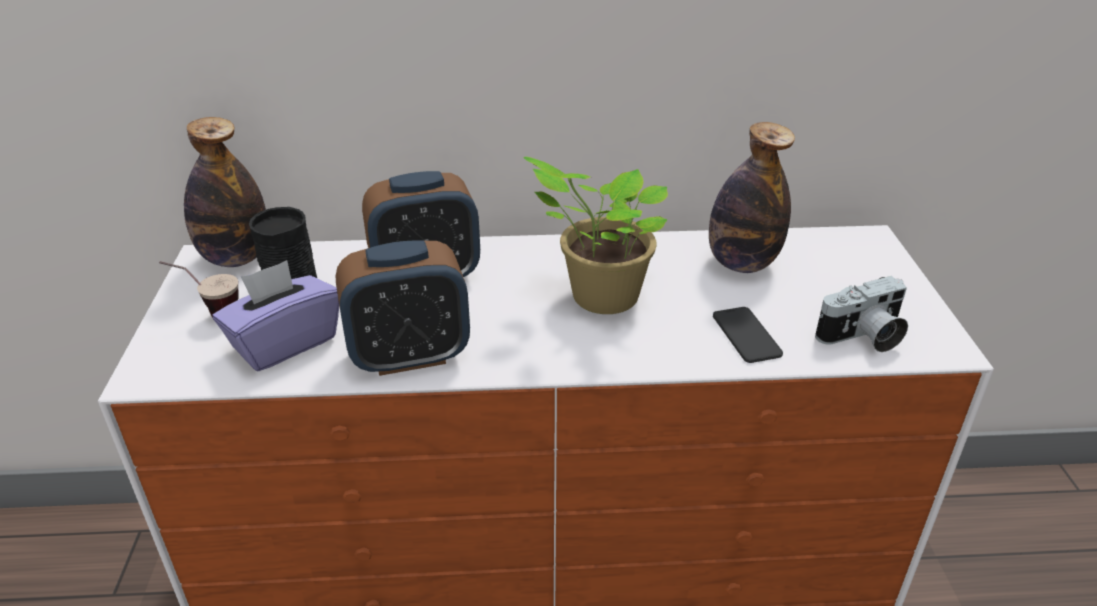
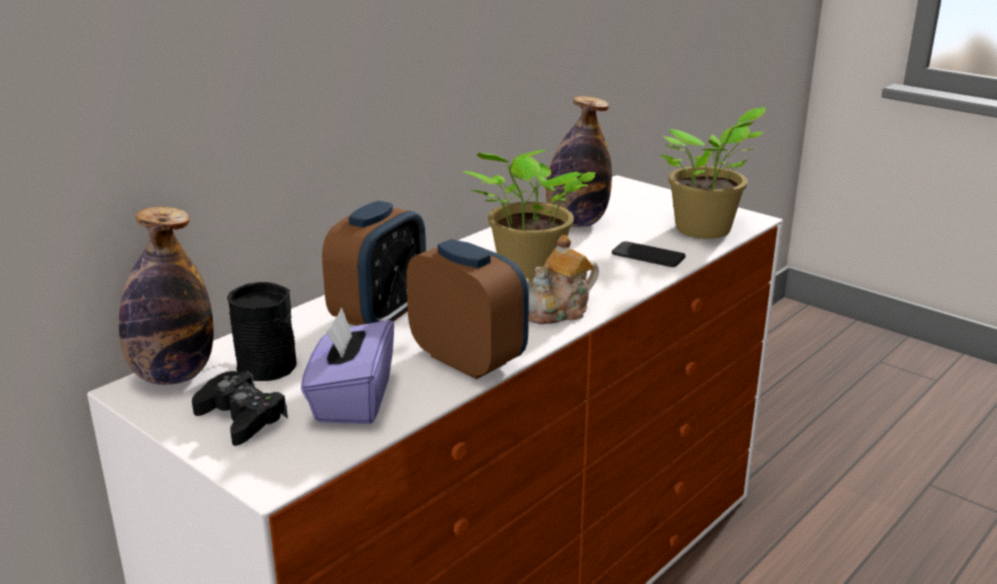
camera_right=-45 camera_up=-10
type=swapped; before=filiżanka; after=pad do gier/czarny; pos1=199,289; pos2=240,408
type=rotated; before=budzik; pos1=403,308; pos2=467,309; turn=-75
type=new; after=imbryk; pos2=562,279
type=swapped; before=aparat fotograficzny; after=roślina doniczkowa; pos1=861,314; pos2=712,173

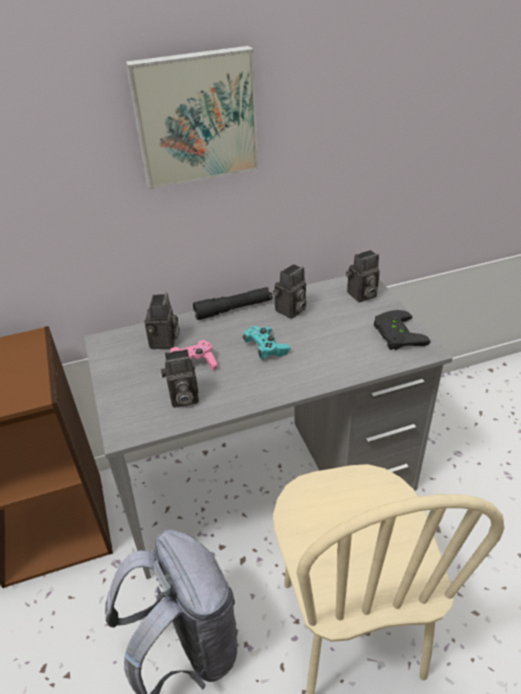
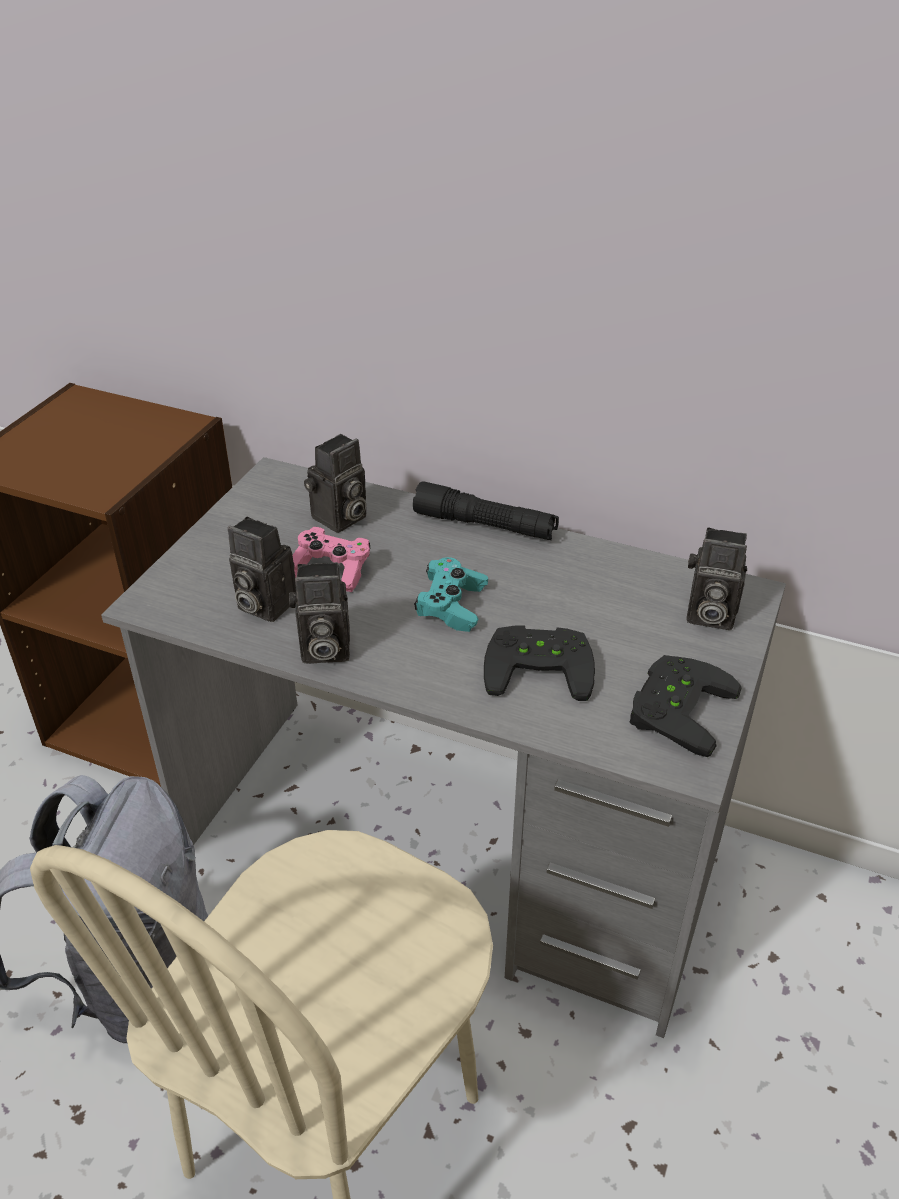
camera_right=40 camera_up=0
type=shifted; before=aparat fotograficzny; pos1=290,291; pos2=319,613
type=new; after=pad do gier/czarny; pos2=539,663
type=gone; before=obraz; pos1=192,117

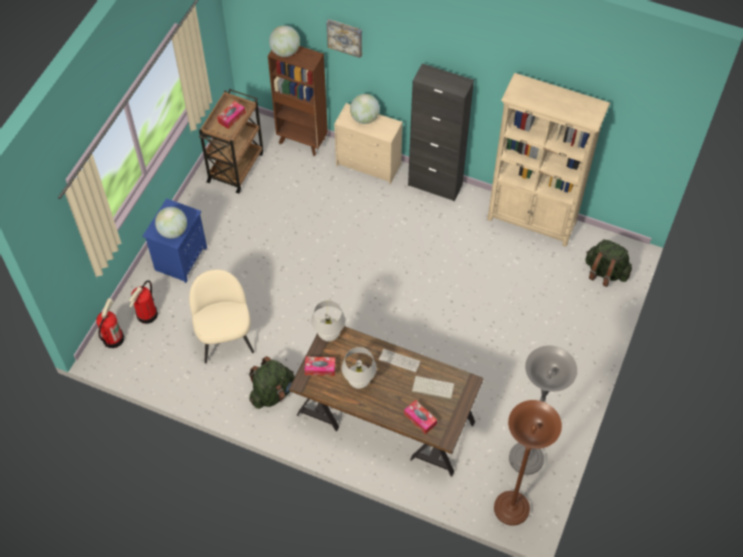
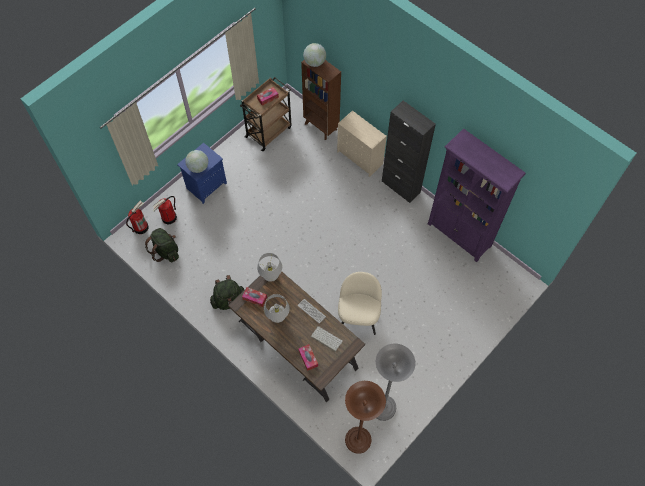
camera_right=20 camera_up=5
type=shifted; before=plecak/zielony; pos1=608,263; pos2=162,245
type=shifted; before=krzesło/beżowy; pos1=221,316; pos2=360,303
type=repainted; before=regał/beżowy; after=regał/fioletowy; pos1=548,160; pos2=477,195
type=gone; before=obraz; pos1=344,38
type=gone; before=globus; pos1=365,109

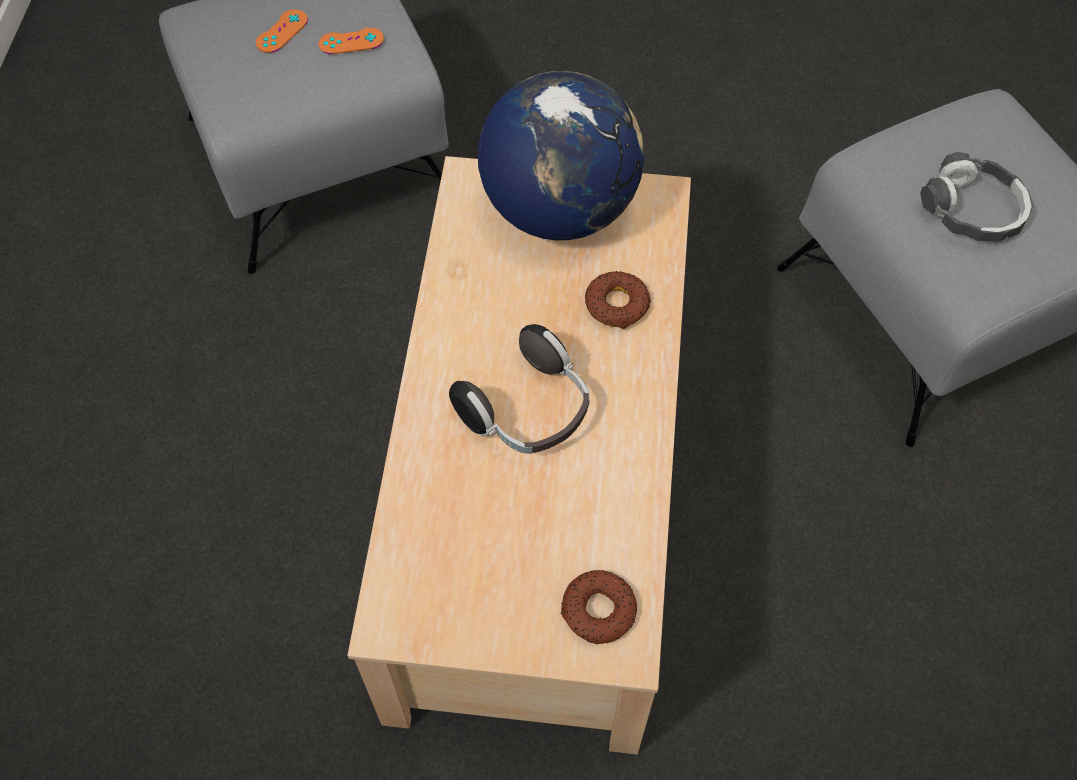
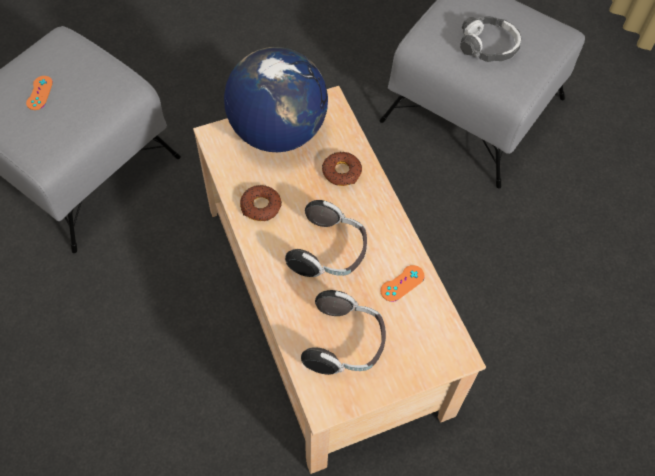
camera_right=-30 camera_up=0
type=shifted; before=donut; pos1=599,607; pos2=261,203
type=new; after=słuchawki; pos2=343,332
type=shifted; before=pad do gier/pomarańczowy; pos1=351,41; pos2=402,283

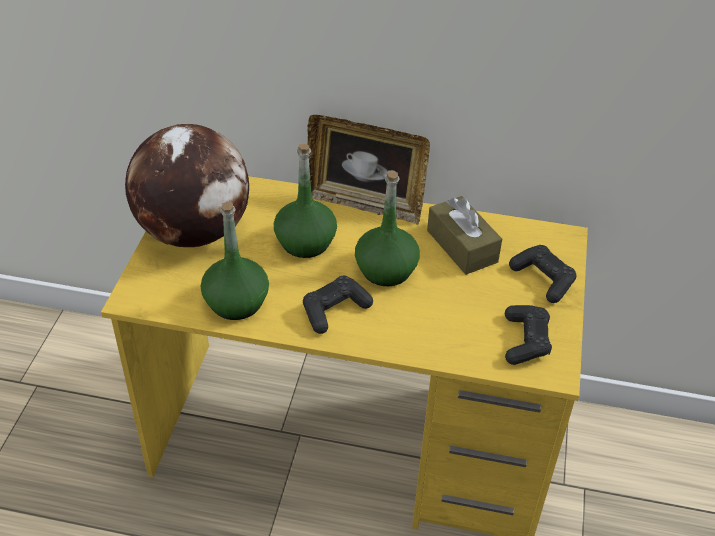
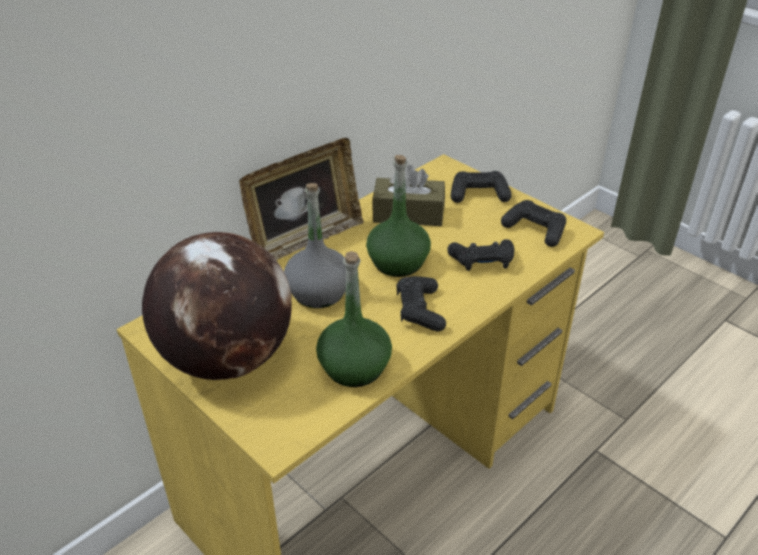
camera_right=-55 camera_up=-5
type=repainted; before=butelka/zielony; after=butelka/szary; pos1=305,201; pos2=315,245
type=new; after=pad do gier/czarny; pos2=480,255

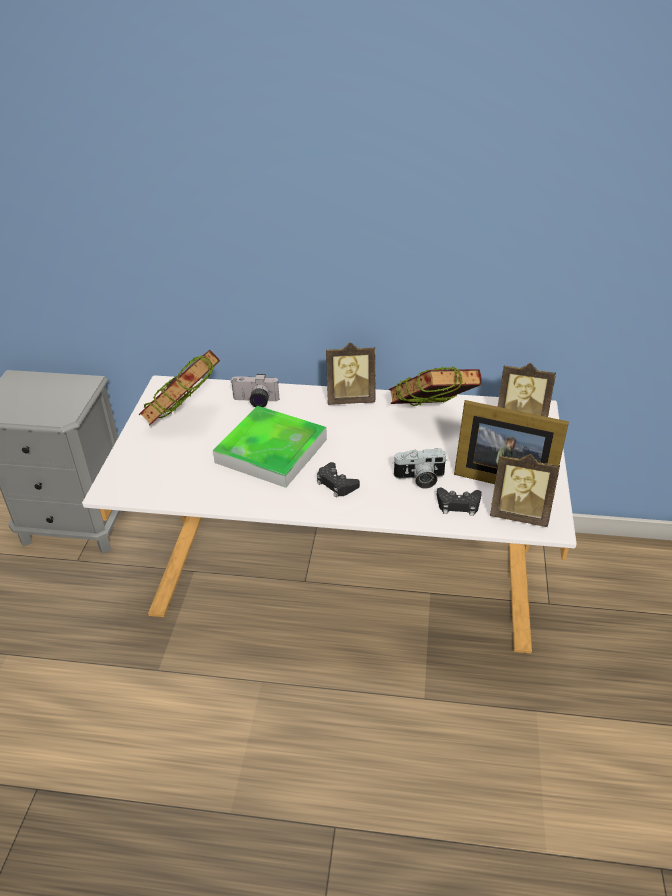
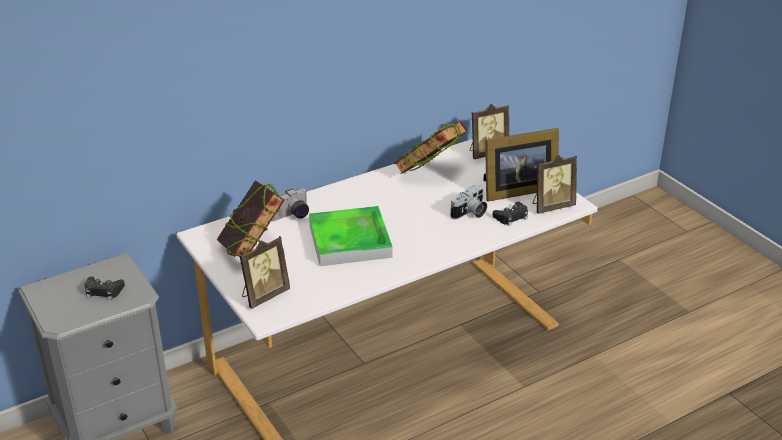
camera_right=-40 camera_up=-5
type=shifted; before=pad do gier/czarny; pos1=338,480; pos2=104,288
type=shifted; before=ramka na zdjęcie; pos1=351,373; pos2=264,272

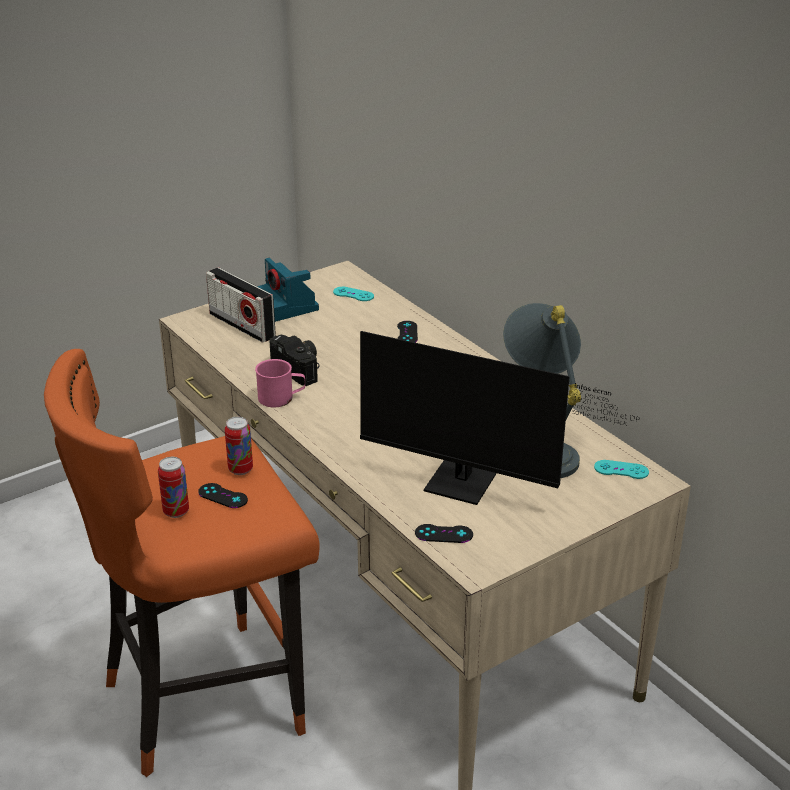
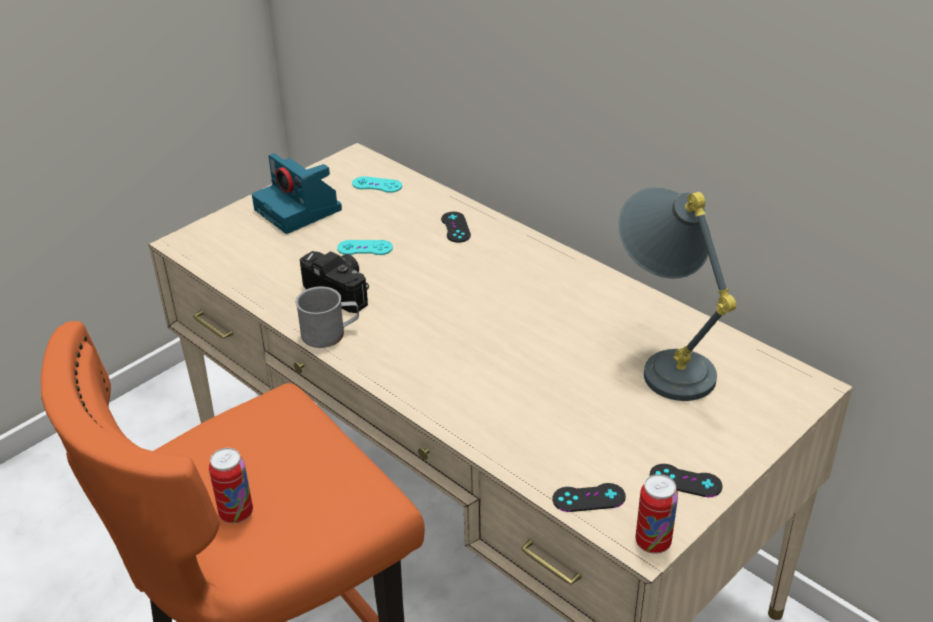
camera_right=-10 camera_up=5
type=repainted; before=kubek/różowy; after=kubek/szary; pos1=280,383; pos2=327,317
type=shifted; before=pad do gier/turkusowy; pos1=621,469; pos2=365,247
type=shifted; before=puszka; pos1=239,446; pos2=656,514
type=shifted; before=pad do gier/czarny; pos1=223,495; pos2=686,480
type=gone; before=radio; pos1=241,305
type=gone; before=monitor; pos1=500,418

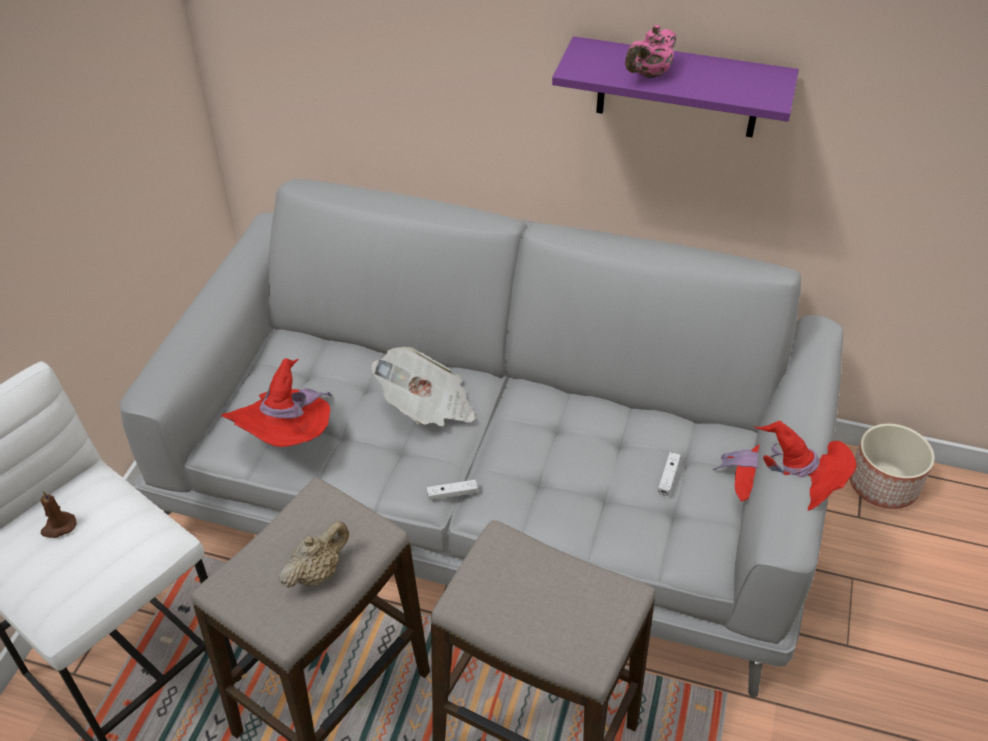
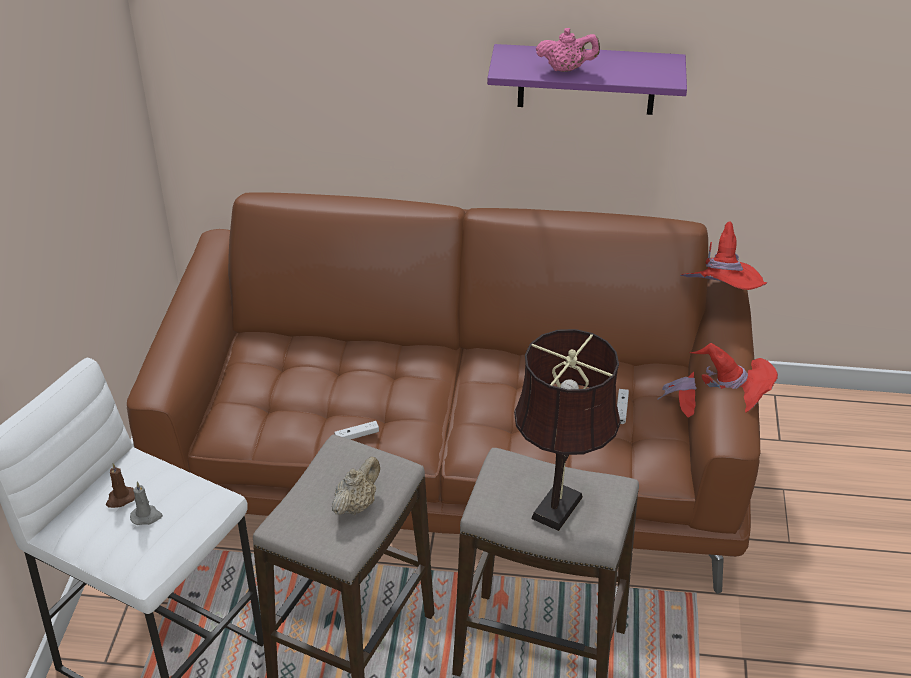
camera_right=-10 camera_up=-5
type=repainted; before=kanapa/szary; after=kanapa/brązowy; pos1=481,438; pos2=443,393
type=new; after=świeca/szary; pos2=146,503
type=shifted; before=pad do gier/biały; pos1=452,490; pos2=357,430
type=new; after=lampa stołowa/brązowy; pos2=567,430
type=rotated; before=imbryk/różowy; pos1=650,51; pos2=568,50; turn=-120
type=shifted; before=kapelusz/czerwony; pos1=276,402; pos2=723,255
type=gone; before=gazeta; pos1=423,386
type=gone; before=donica; pos1=892,466

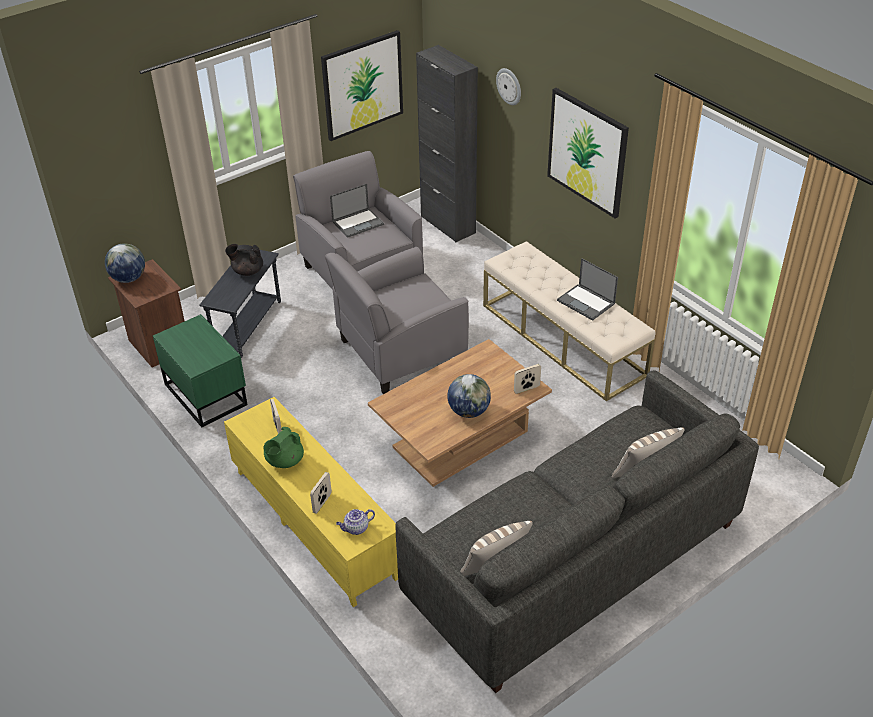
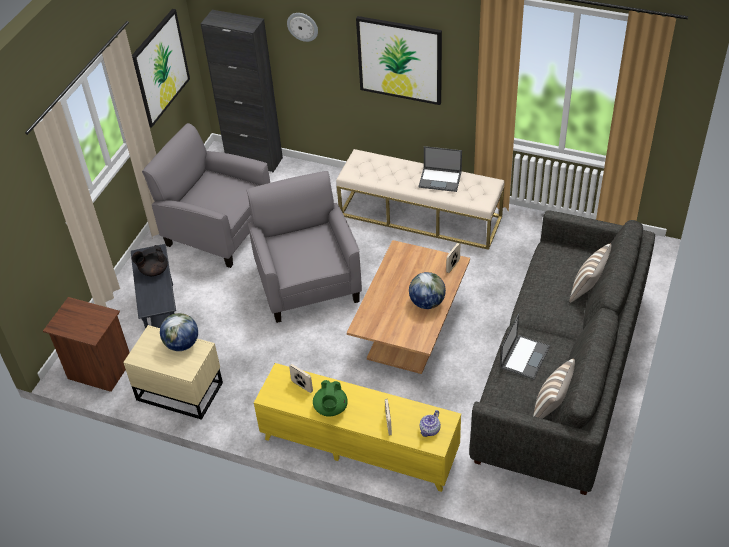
camera_right=-30 camera_up=5
type=repainted; before=szafka nocna/zielony; after=szafka nocna/beżowy; pos1=200,370; pos2=173,372
type=shifted; before=globus; pos1=125,263; pos2=179,332
type=rotated; before=fotel/szary; pos1=397,320; pos2=304,247; turn=135
type=shifted; before=laptop; pos1=357,211; pos2=525,347

